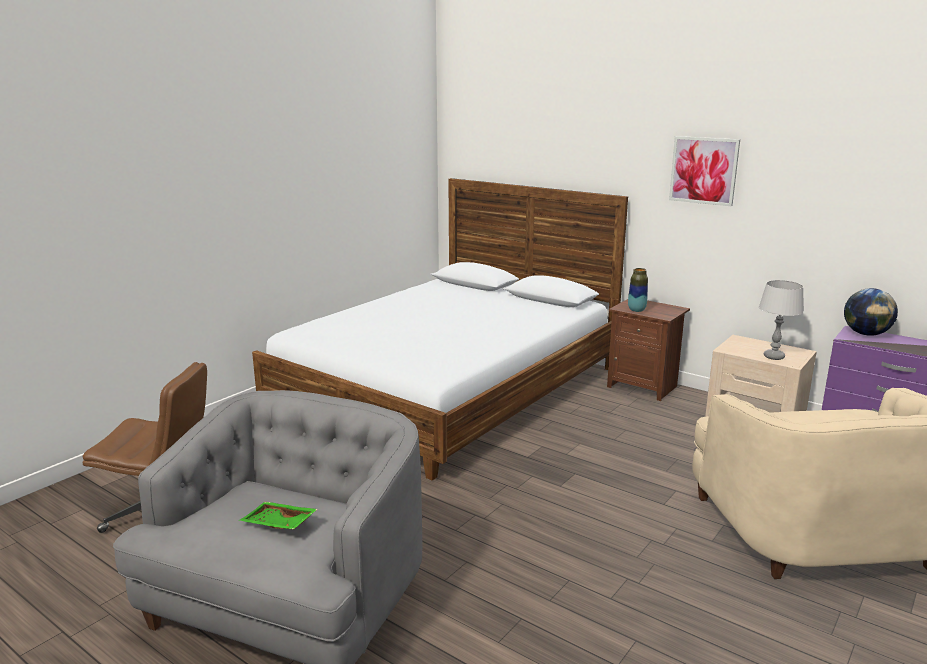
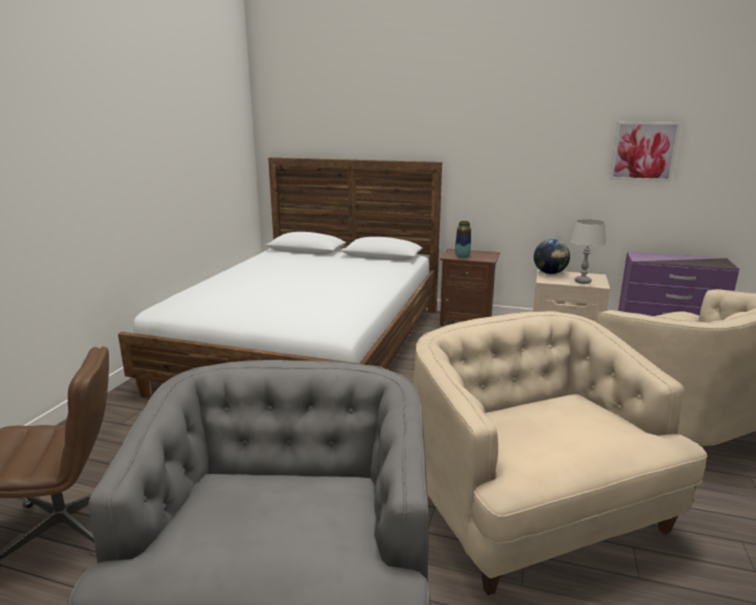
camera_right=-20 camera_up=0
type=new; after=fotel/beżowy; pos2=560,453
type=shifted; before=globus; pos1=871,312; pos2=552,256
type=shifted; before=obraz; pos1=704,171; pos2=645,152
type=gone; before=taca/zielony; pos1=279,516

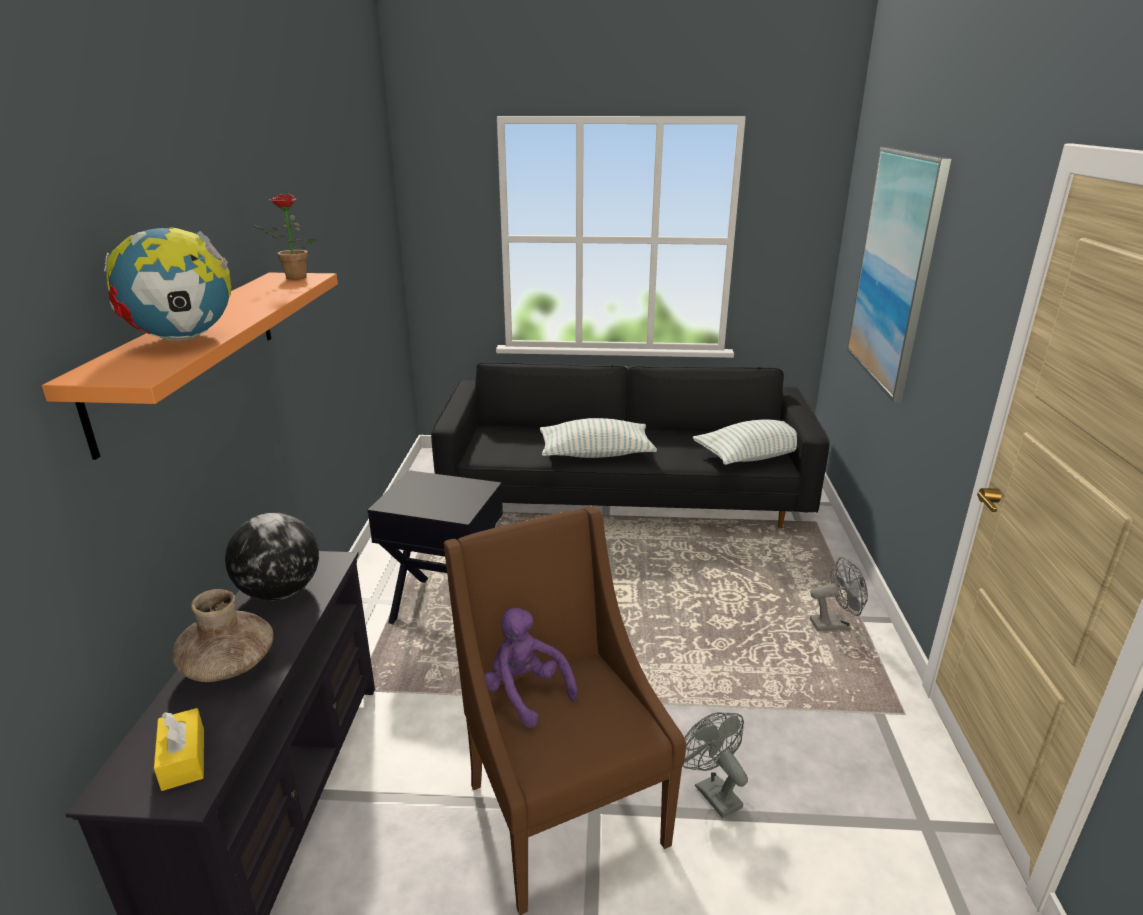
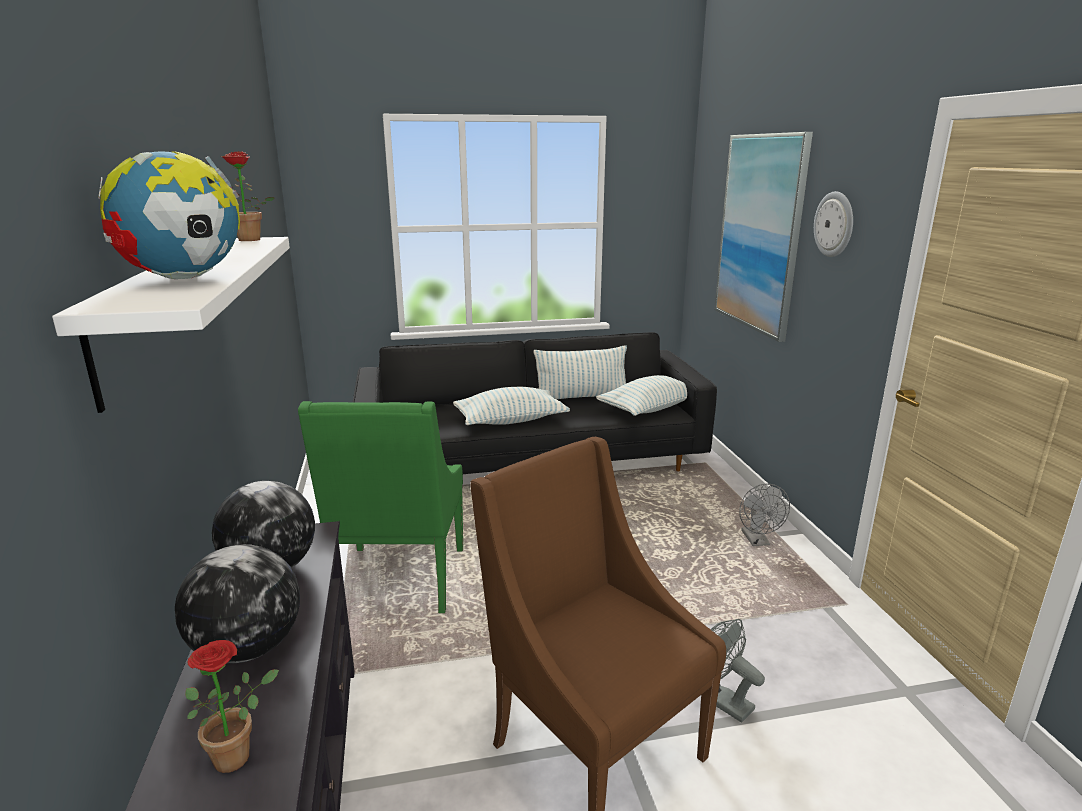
camera_right=-15 camera_up=-5
type=repainted; before=półka/pomarańczowy; after=półka/biały; pos1=190,366; pos2=171,325
type=swapped; before=wazon/brązowy; after=globus; pos1=223,635; pos2=237,604
type=swapped; before=pudełko chusteczek/żółty; after=roślina doniczkowa; pos1=179,749; pos2=232,706
type=swapped; before=stolik/czarny; after=fotel/zielony; pos1=435,547; pos2=380,507
type=new; after=poduszka; pos2=580,372
type=rotated; before=wentylator/szary; pos1=839,594; pos2=764,515; turn=105
type=new; after=zegar ścienny; pos2=833,224
type=gone; before=pluszak/fioletowy; pos1=531,668

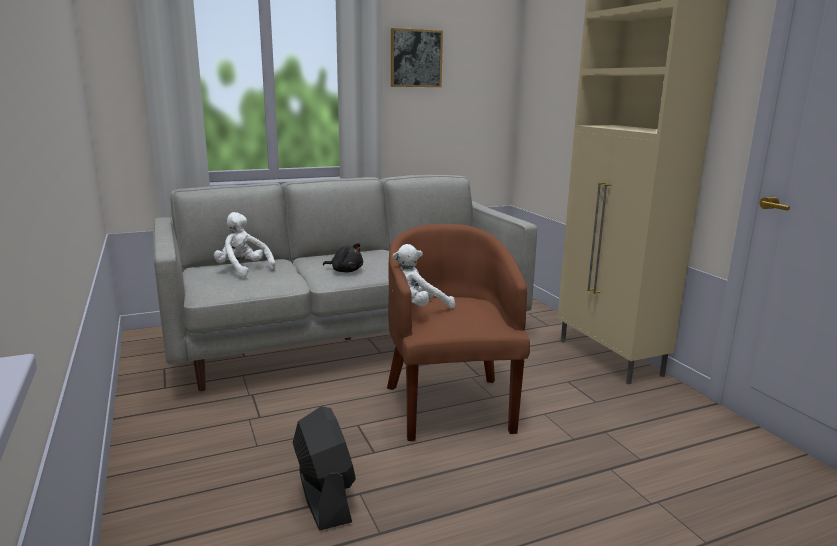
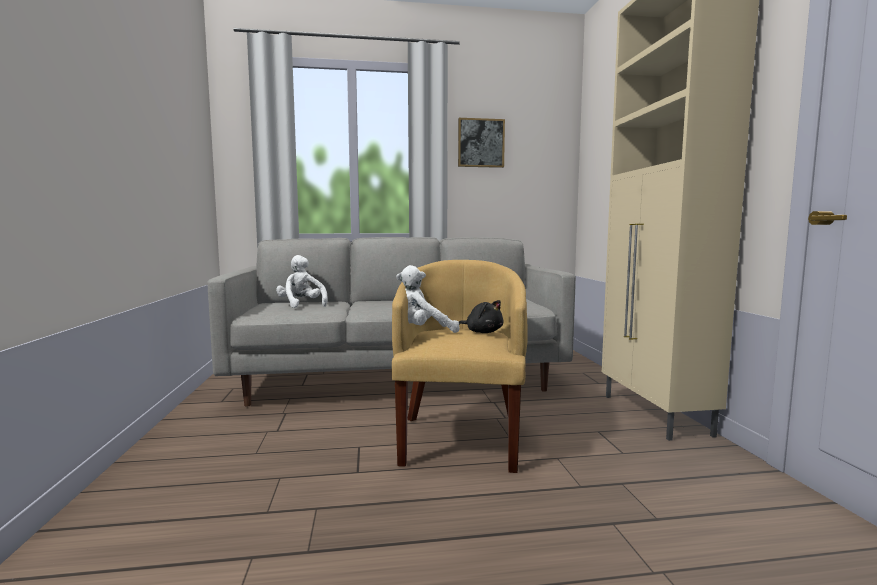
camera_right=15 camera_up=-10
type=repainted; before=fotel/brązowy; after=fotel/żółty; pos1=458,332; pos2=460,366
type=shifted; before=pluszak/czarny; pos1=343,257; pos2=481,316
type=gone; before=wentylator/czarny; pos1=324,468

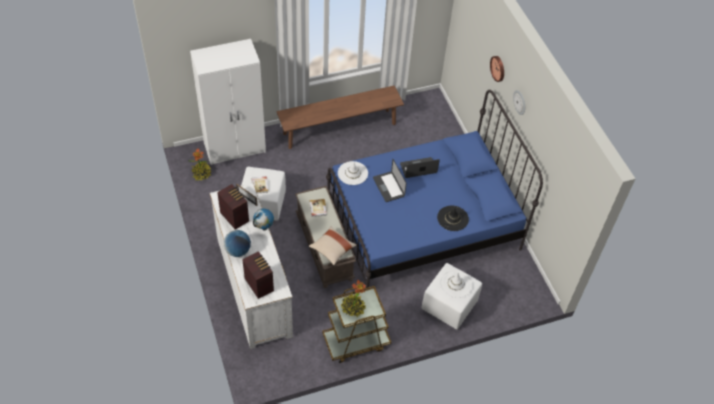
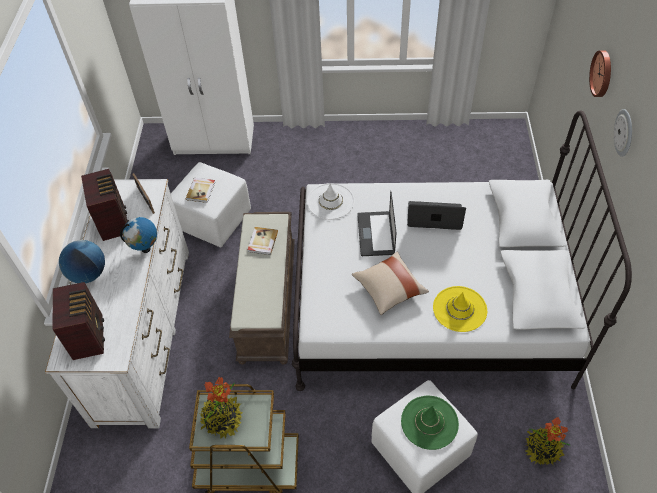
camera_right=25 camera_up=0
type=repainted; before=łóżko/niebieski; after=łóżko/biały; pos1=434,190; pos2=462,251
type=shifted; before=poduszka/beżowy; pos1=333,245; pos2=390,283
type=repainted; before=kapelusz/biały; after=kapelusz/zielony; pos1=456,284; pos2=430,422
type=repainted; before=kapelusz/czarny; after=kapelusz/żółty; pos1=453,218; pos2=460,309
type=shifted; before=roślina doniczkowa; pos1=200,164; pos2=547,441
type=gone; before=ławka/brązowy; pos1=340,117

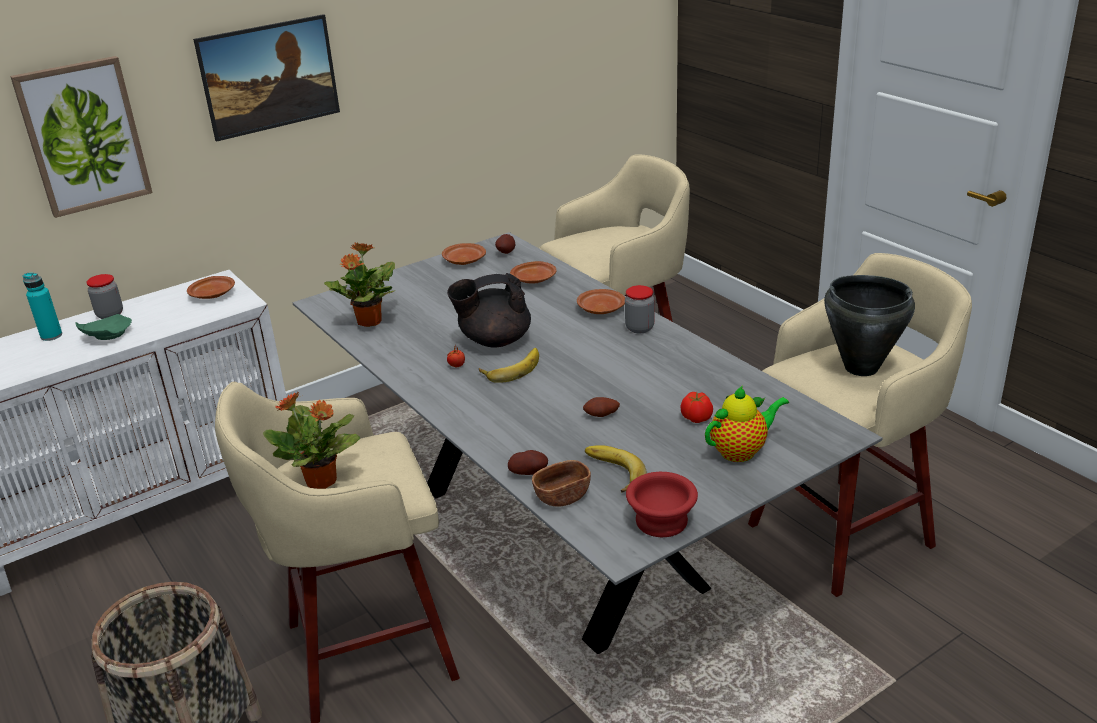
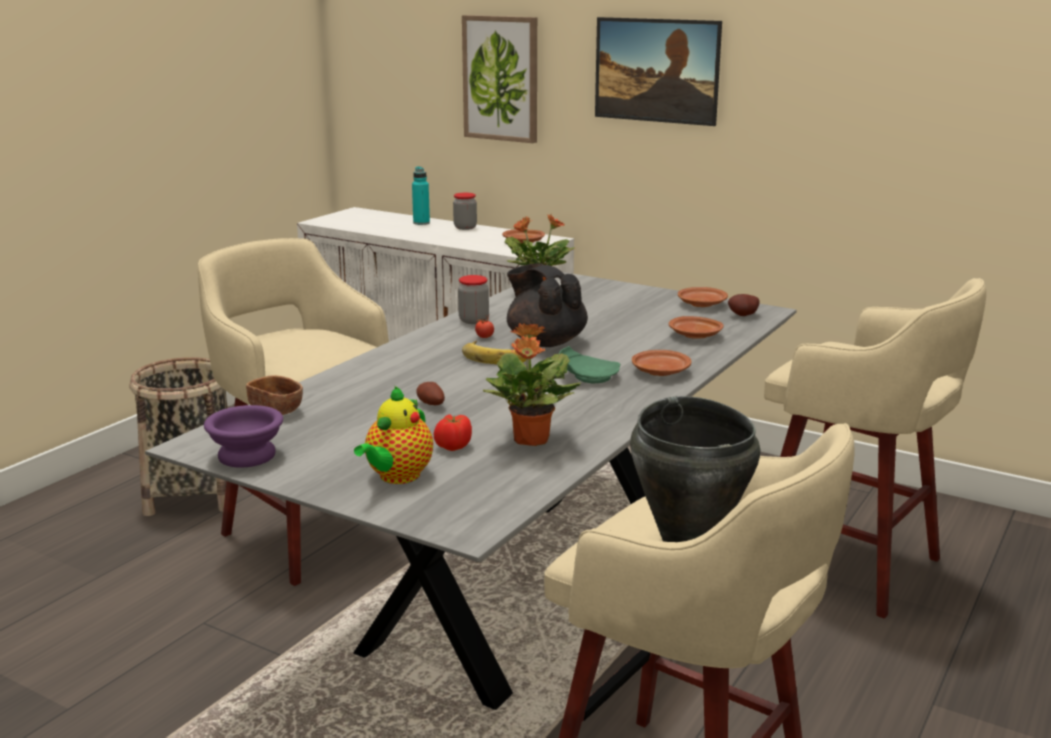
camera_right=65 camera_up=-10
type=repainted; before=miska/czerwony; after=miska/fioletowy; pos1=662,504; pos2=243,436
type=rotated; before=imbryk; pos1=747,424; pos2=393,435; turn=75
type=shifted; before=słoik; pos1=639,309; pos2=473,299
type=shifted; before=roślina doniczkowa; pos1=311,440; pos2=532,384
type=shifted; before=talerz/zielony; pos1=103,327; pos2=589,364
type=gone; before=ziemniak; pos1=528,462
type=gone; before=banan; pos1=616,469

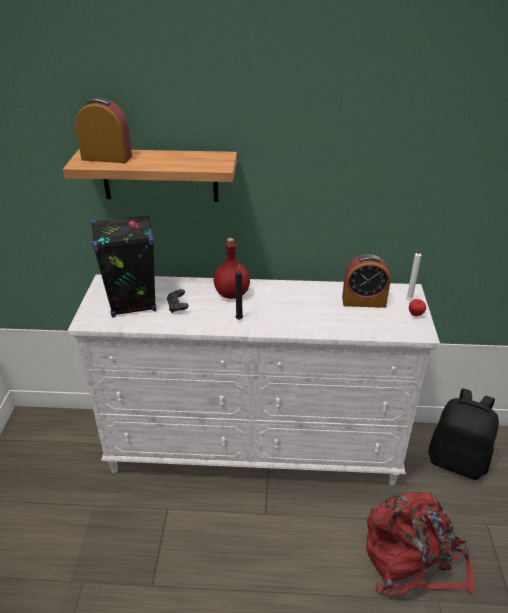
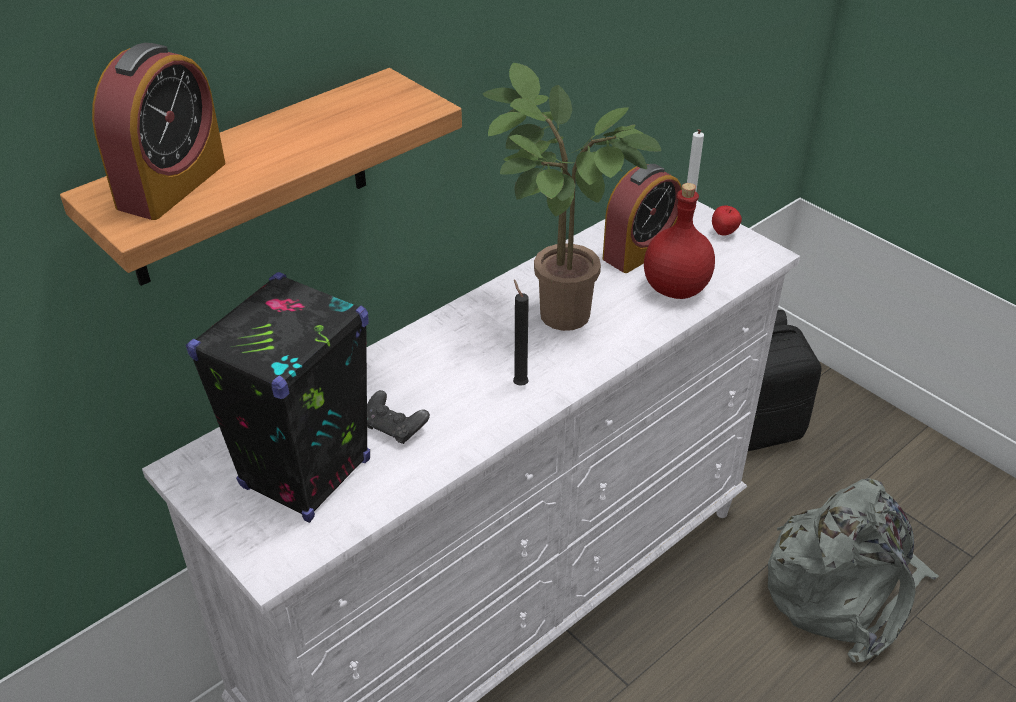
camera_right=-45 camera_up=5
type=rotated; before=budzik; pos1=103,130; pos2=158,131; turn=150
type=new; after=roślina doniczkowa; pos2=572,197
type=shifted; before=butelka/czerwony; pos1=232,268; pos2=679,241
type=repainted; before=plecak/czerwony; after=plecak/szary; pos1=420,544; pos2=853,570

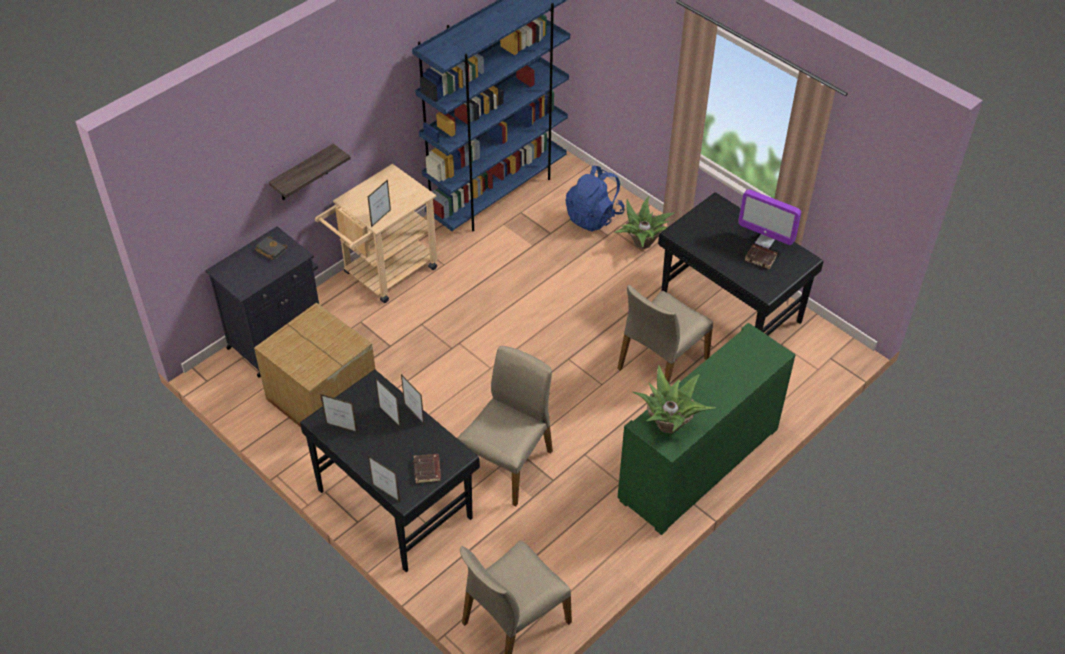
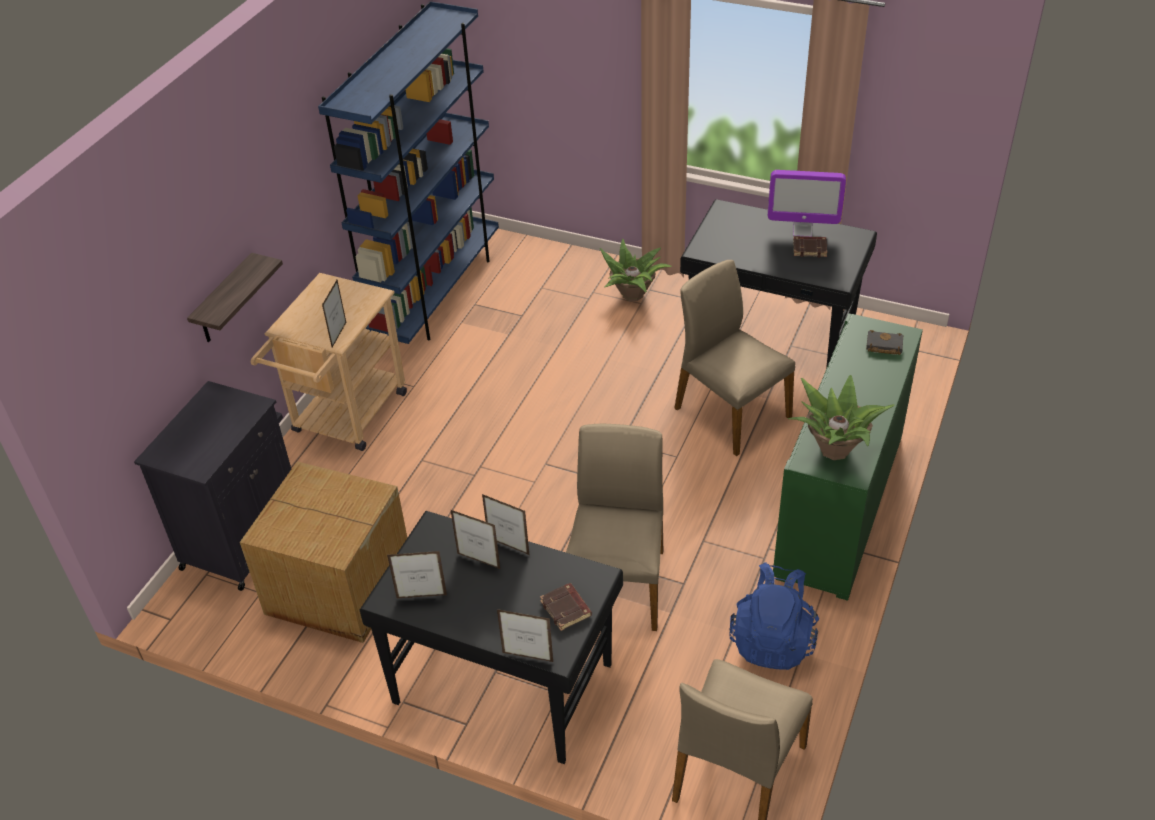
camera_right=-20 camera_up=-5
type=rotated; before=krzesło/beżowy; pos1=665,334; pos2=734,358; turn=120
type=shifted; before=plecak/niebieski; pos1=595,199; pos2=774,616
type=shifted; before=książka/czarny; pos1=271,248; pos2=884,342

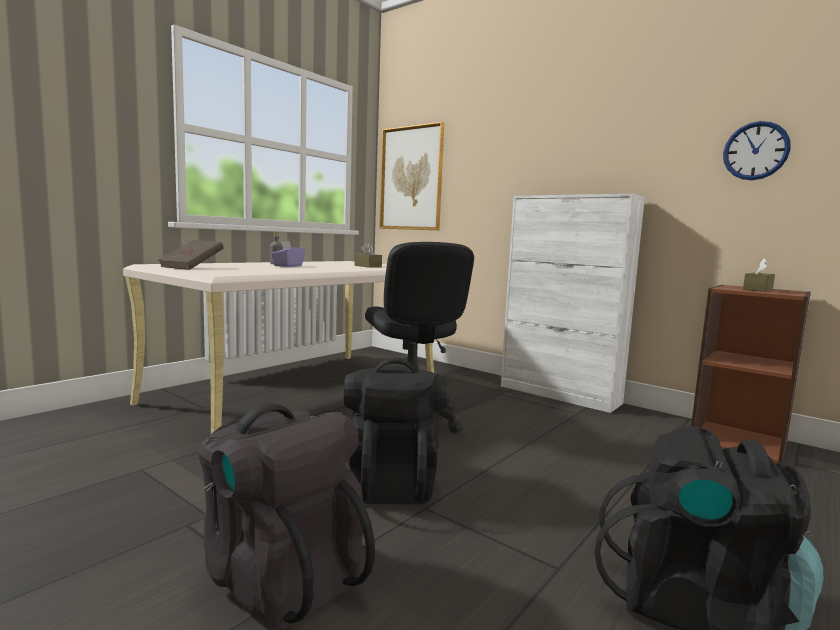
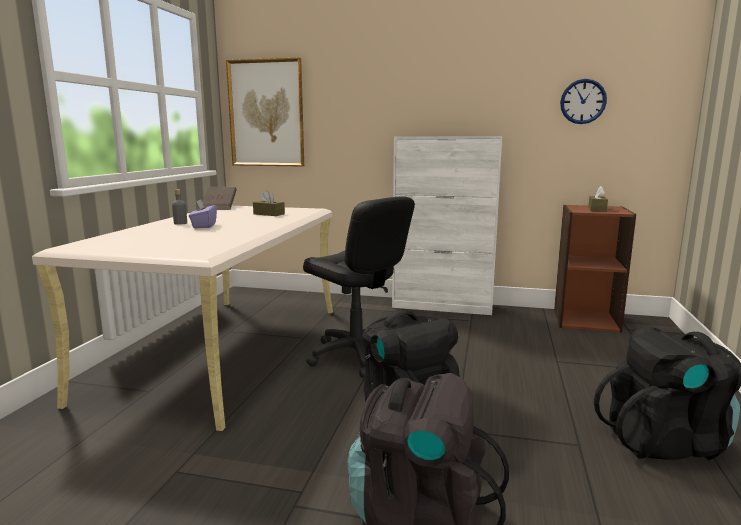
camera_right=-25 camera_up=5
type=shifted; before=książka/brązowy; pos1=191,255; pos2=219,198

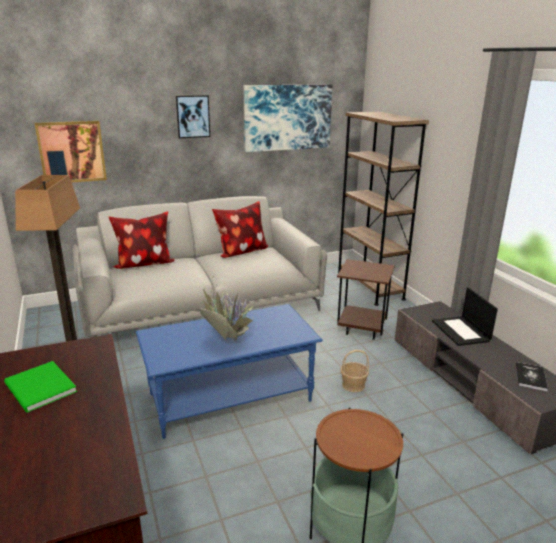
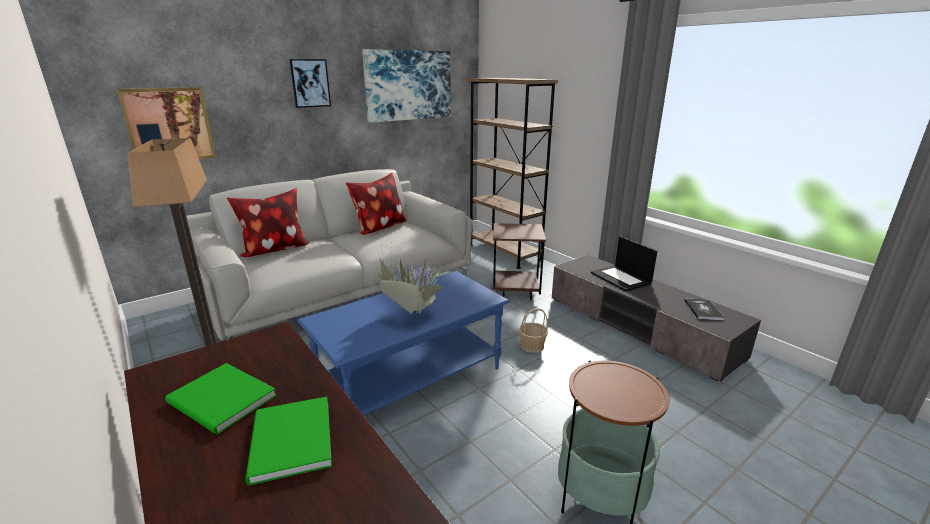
camera_right=-15 camera_up=0
type=new; after=książka/zielony; pos2=288,441

